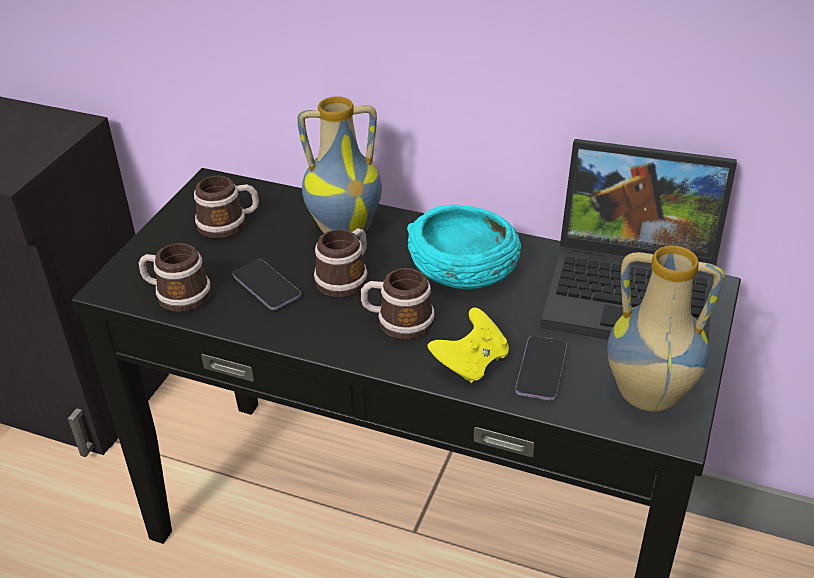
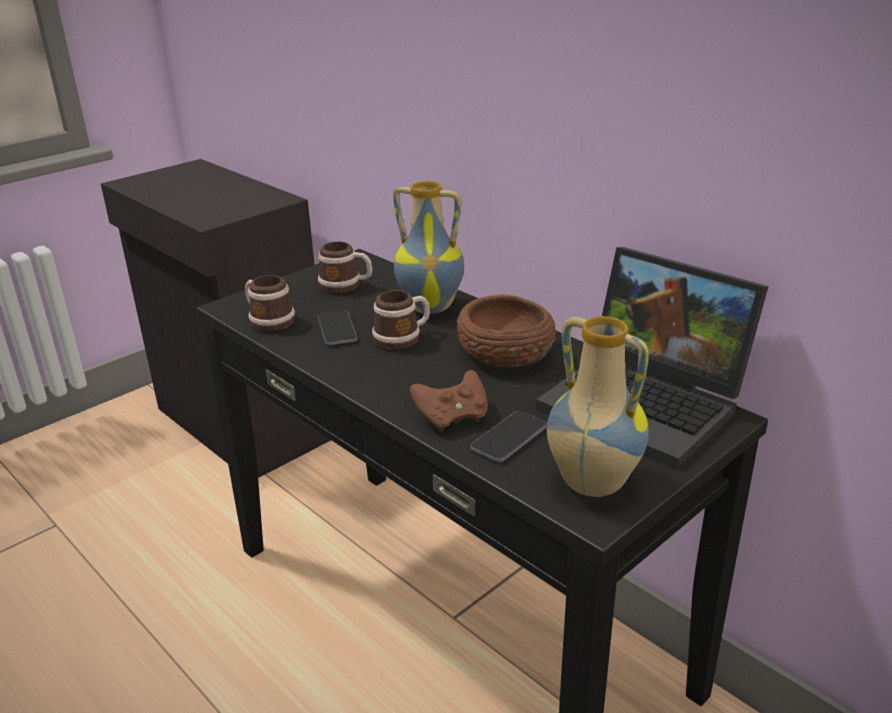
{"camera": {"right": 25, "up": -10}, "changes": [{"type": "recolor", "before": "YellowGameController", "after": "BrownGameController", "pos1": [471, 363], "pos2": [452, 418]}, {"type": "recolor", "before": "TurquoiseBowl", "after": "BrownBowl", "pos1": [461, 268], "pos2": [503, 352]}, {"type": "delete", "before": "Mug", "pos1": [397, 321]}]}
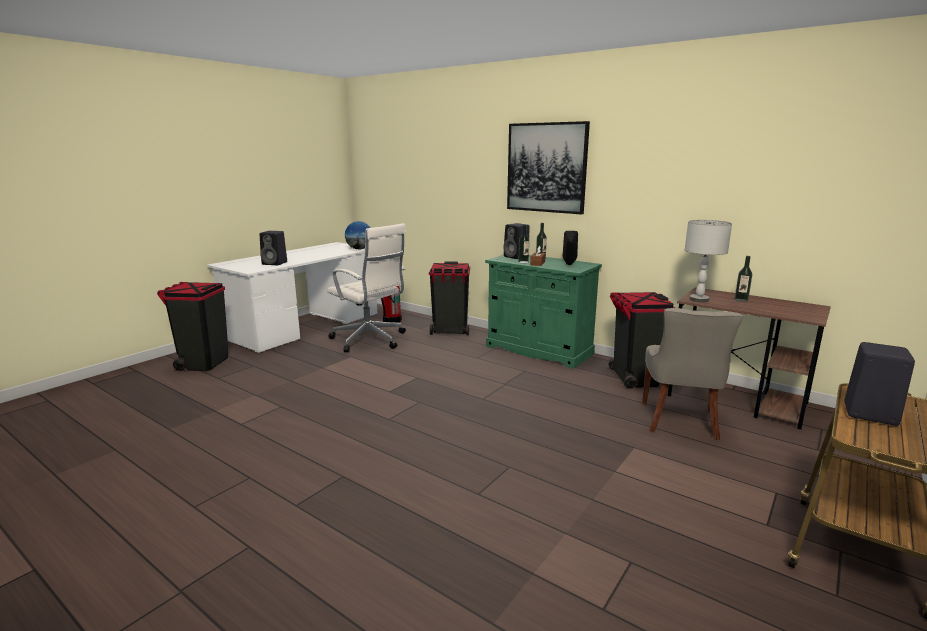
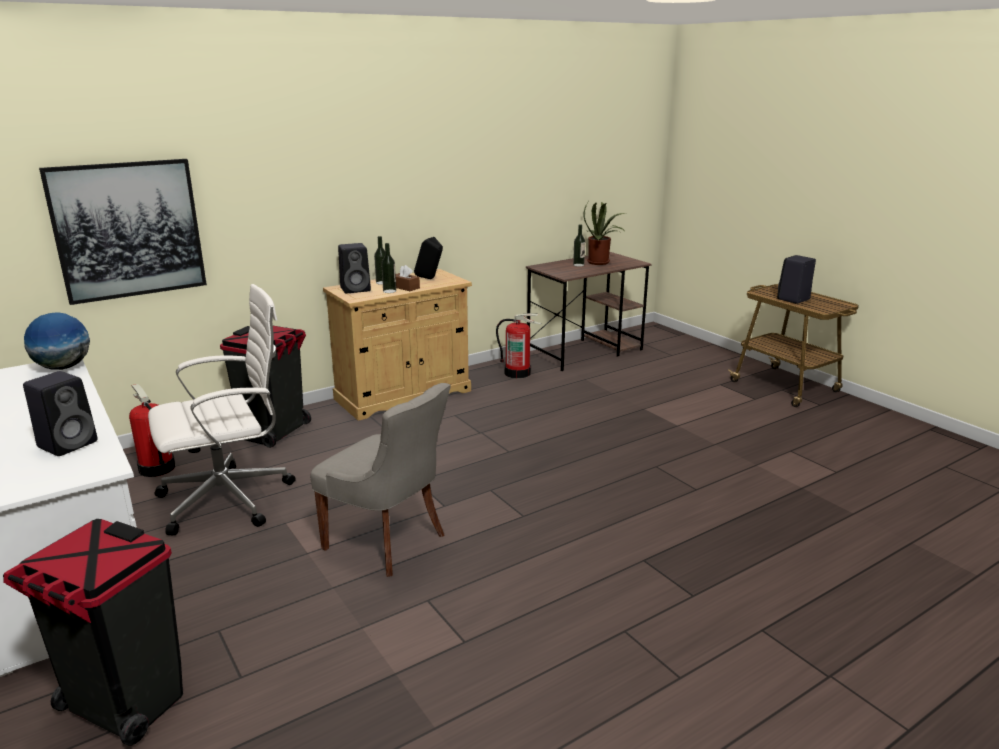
{"camera": {"right": -70, "up": 5}, "changes": [{"type": "move", "before": "Picture", "pos1": [546, 168], "pos2": [128, 230]}, {"type": "move", "before": "GreyChair", "pos1": [680, 421], "pos2": [388, 541]}, {"type": "recolor", "before": "GreenCabinet", "after": "BeigeCabinet", "pos1": [538, 350], "pos2": [403, 395]}, {"type": "replace", "before": "BlackTrashCan", "after": "FireExtinguisher", "pos1": [634, 378], "pos2": [517, 373]}, {"type": "insert", "after": "PottedPlant", "pos2": [601, 262]}, {"type": "delete", "before": "GreyTableLamp", "pos1": [699, 300]}]}
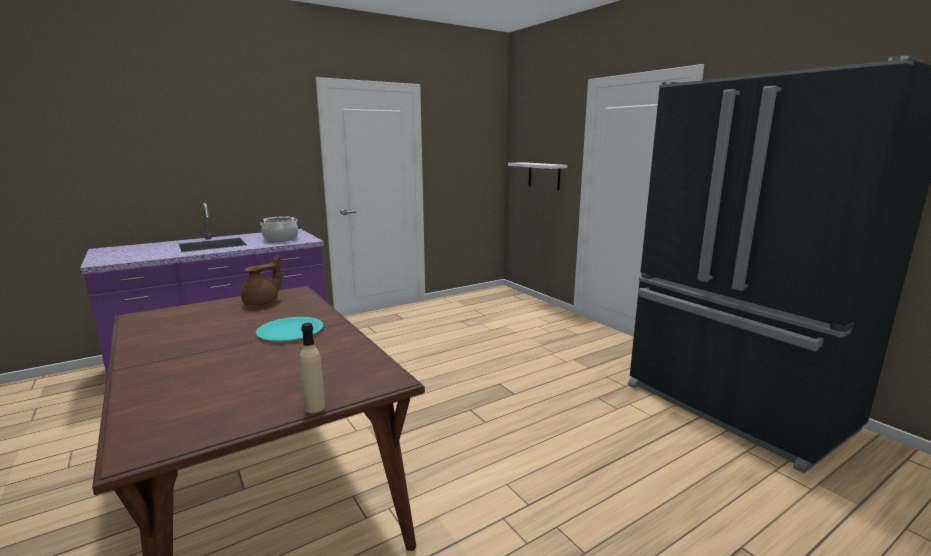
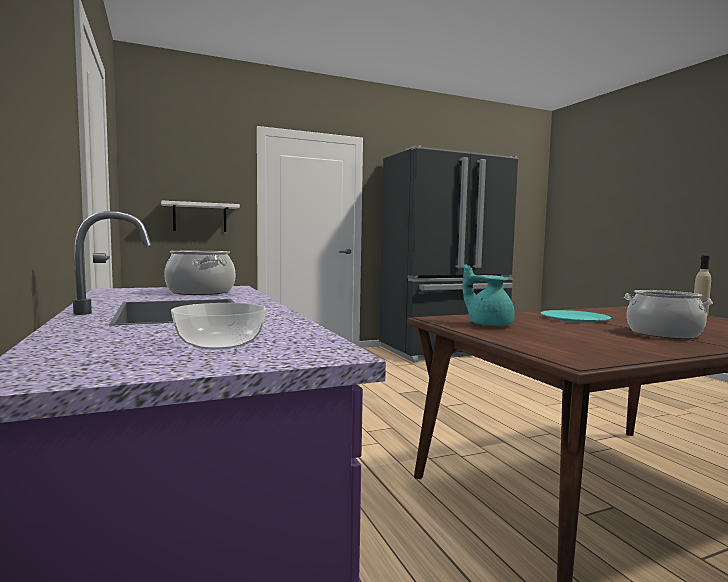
{"camera": {"right": -80, "up": -10}, "changes": [{"type": "insert", "after": "Bowl", "pos2": [220, 344]}, {"type": "recolor", "before": "BrownTeapot", "after": "TurquoiseTeapot", "pos1": [263, 302], "pos2": [488, 324]}, {"type": "insert", "after": "CookingPot", "pos2": [663, 333]}]}
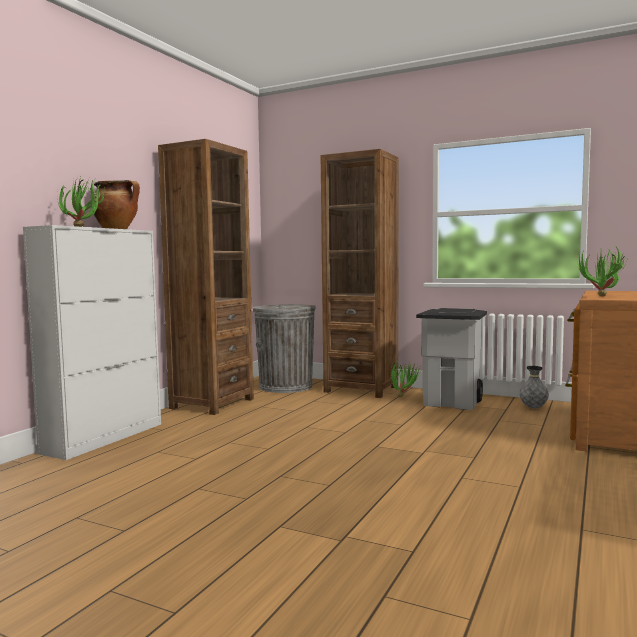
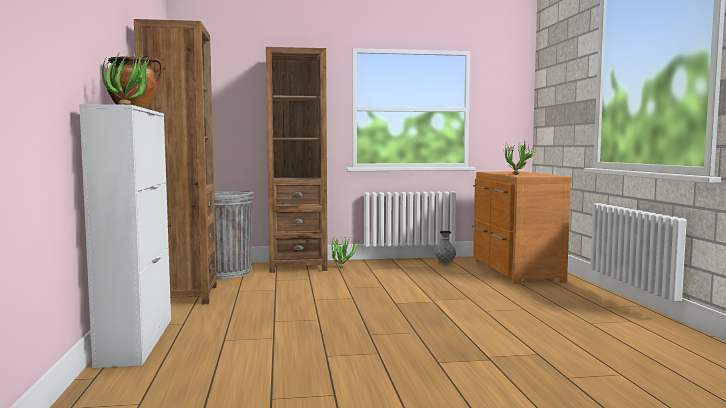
{"camera": {"right": -35, "up": 0}, "changes": [{"type": "delete", "before": "GreyTrashCan", "pos1": [453, 403]}]}
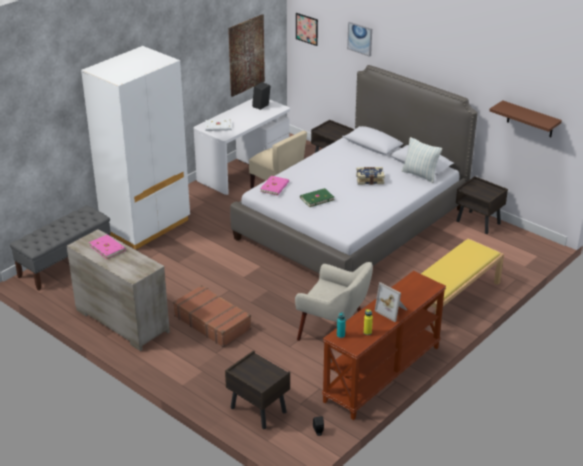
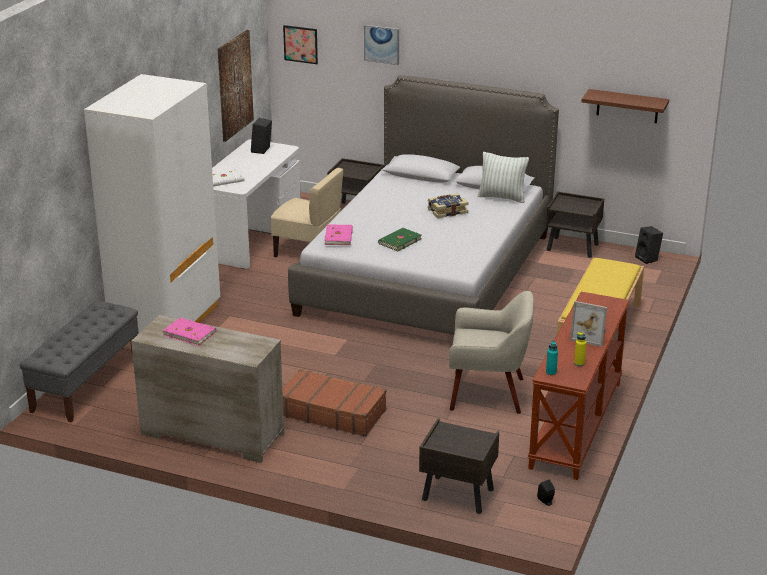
{"camera": {"right": -20, "up": -5}, "changes": [{"type": "insert", "after": "BlackSpeaker", "pos2": [648, 258]}]}
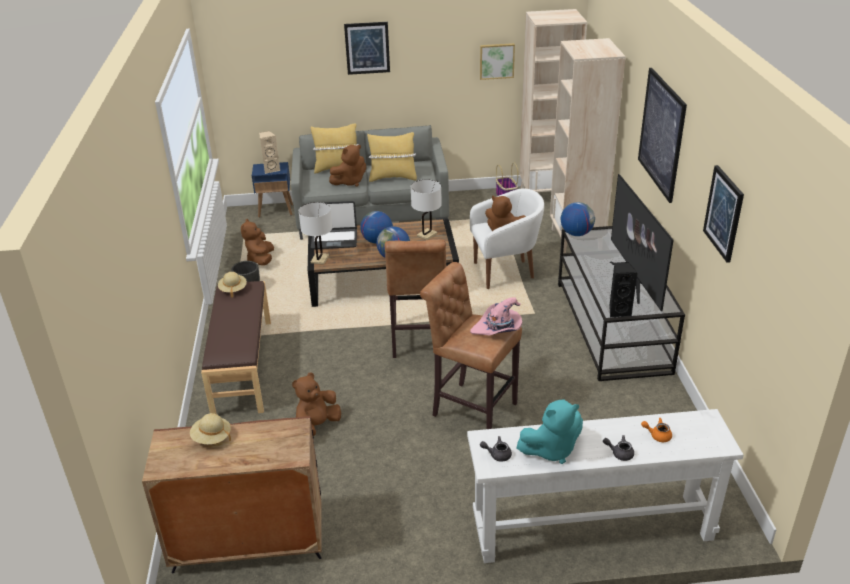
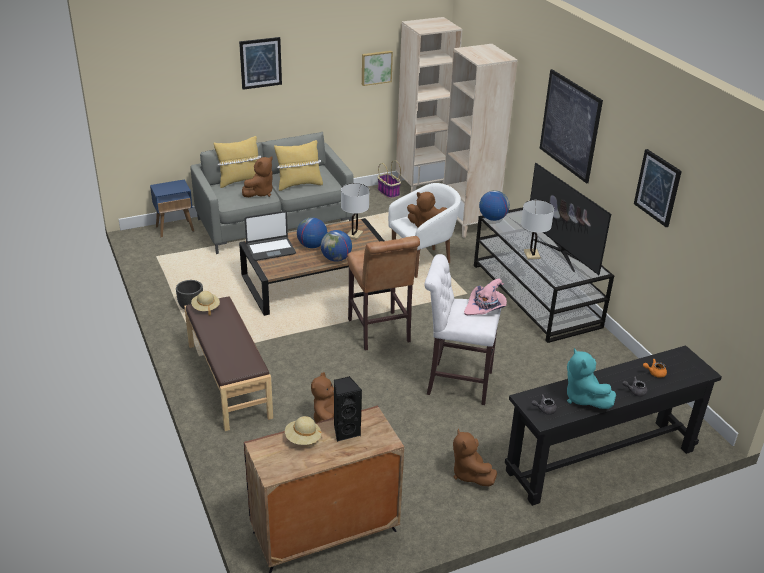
{"camera": {"right": -20, "up": 0}, "changes": [{"type": "move", "before": "BlackSpeaker", "pos1": [619, 311], "pos2": [345, 431]}, {"type": "recolor", "before": "BrownStool", "after": "WhiteStool", "pos1": [470, 408], "pos2": [455, 382]}, {"type": "move", "before": "BrownPlushToy", "pos1": [261, 259], "pos2": [469, 474]}, {"type": "recolor", "before": "WhiteConsoleTable", "after": "BlackConsoleTable", "pos1": [592, 528], "pos2": [600, 460]}, {"type": "move", "before": "WhiteTableLamp", "pos1": [320, 259], "pos2": [531, 254]}, {"type": "rotate", "before": "TurquoisePlushToy", "pos1": [551, 449], "pos2": [583, 398], "turn": 105}, {"type": "delete", "before": "BeigeSpeaker", "pos1": [271, 169]}]}
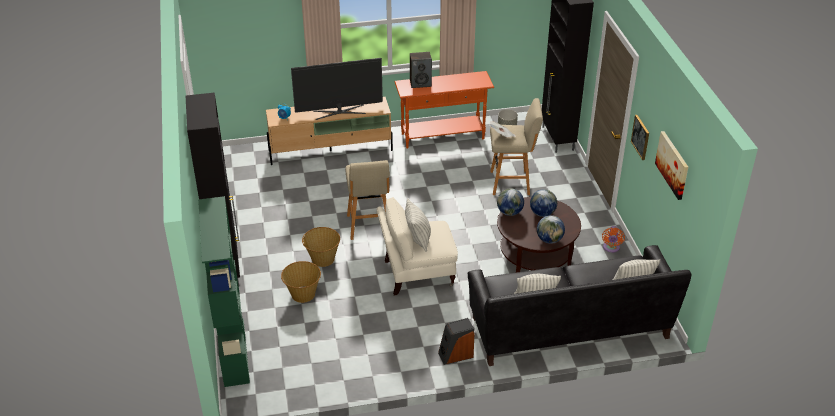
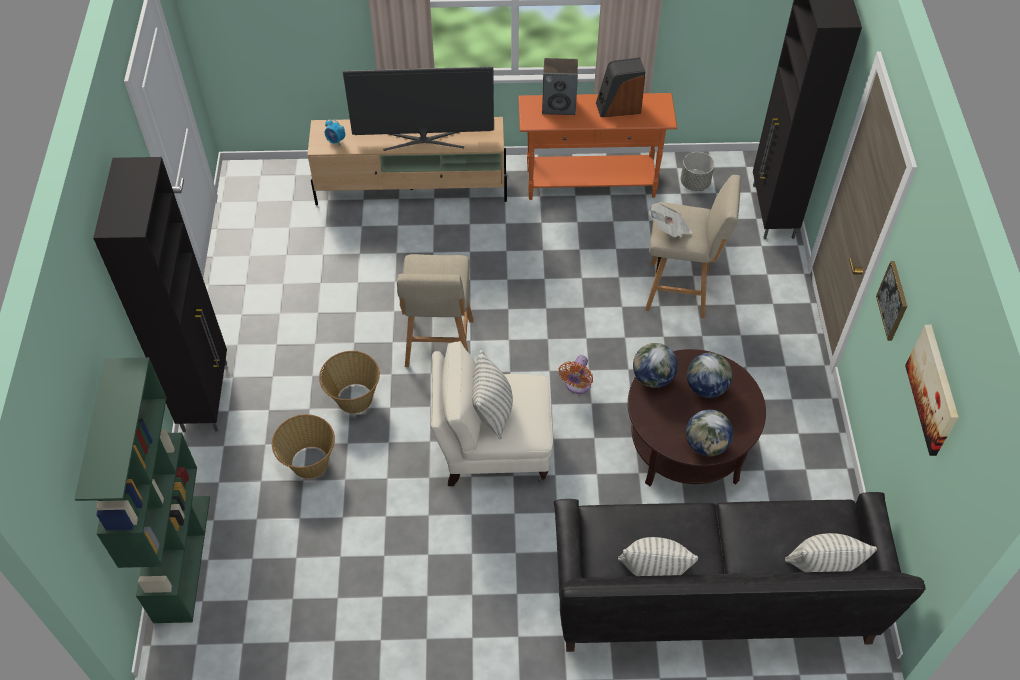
{"camera": {"right": 10, "up": 15}, "changes": [{"type": "move", "before": "OrangeFan", "pos1": [611, 248], "pos2": [577, 385]}, {"type": "move", "before": "Speaker", "pos1": [455, 354], "pos2": [618, 107]}]}
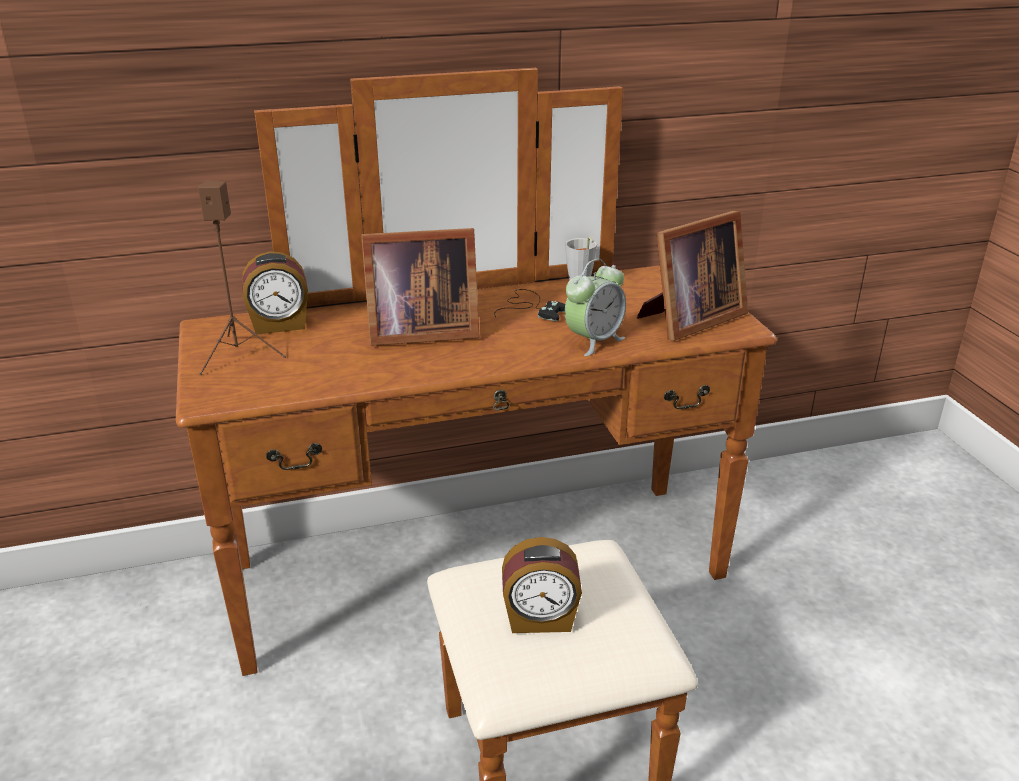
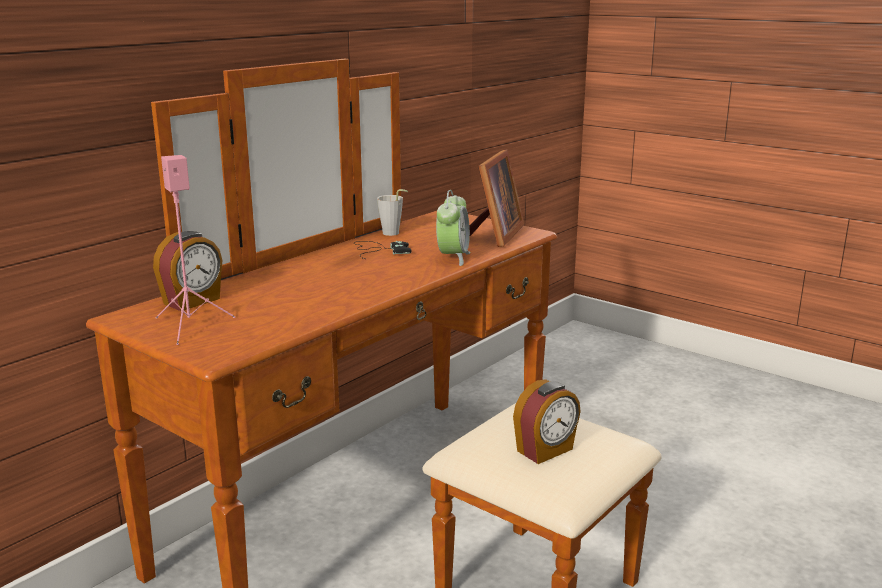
{"camera": {"right": -35, "up": -10}, "changes": [{"type": "recolor", "before": "BrownSpeaker", "after": "PinkSpeaker", "pos1": [237, 356], "pos2": [190, 326]}, {"type": "delete", "before": "PictureFrame", "pos1": [418, 332]}]}
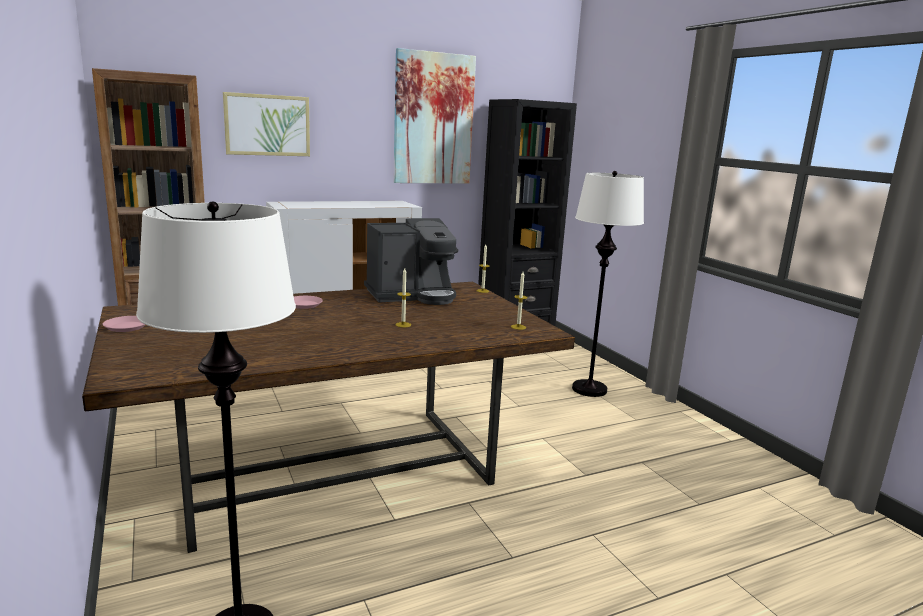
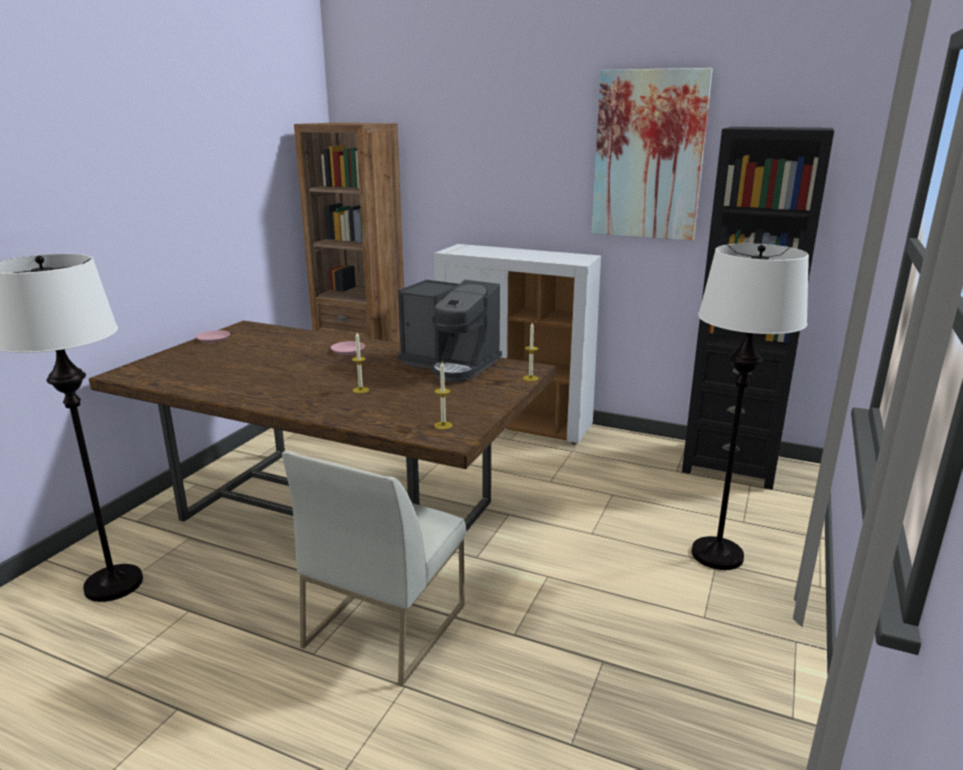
{"camera": {"right": 50, "up": 5}, "changes": [{"type": "insert", "after": "WhiteChair", "pos2": [385, 624]}, {"type": "delete", "before": "Picture", "pos1": [267, 125]}]}
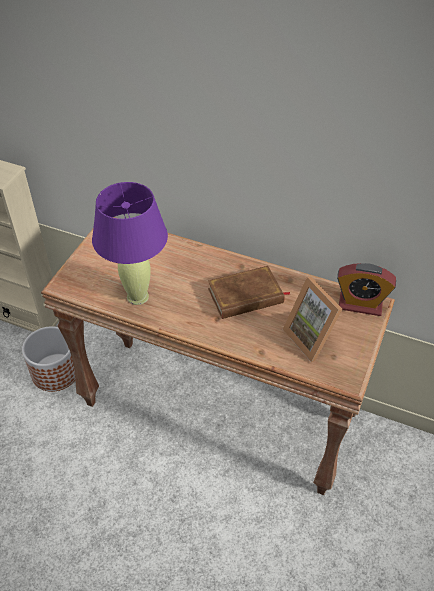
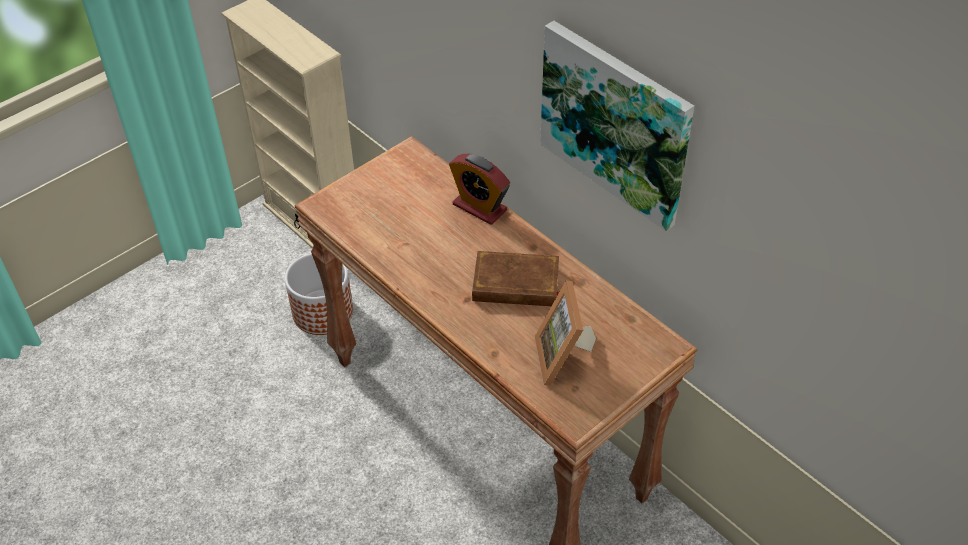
{"camera": {"right": 25, "up": 0}, "changes": [{"type": "move", "before": "AlarmClock", "pos1": [360, 304], "pos2": [479, 207]}, {"type": "insert", "after": "Picture", "pos2": [616, 123]}, {"type": "delete", "before": "PurpleTableLamp", "pos1": [138, 296]}]}
